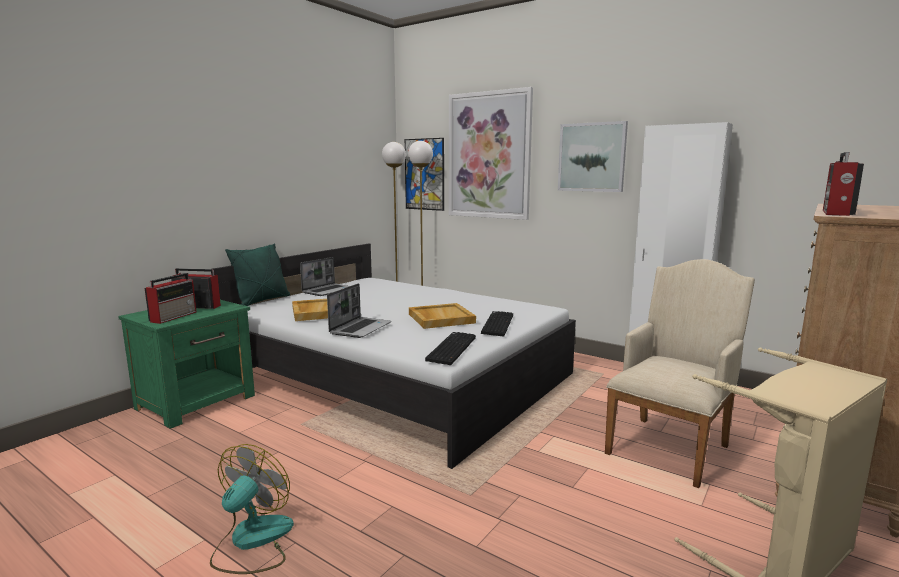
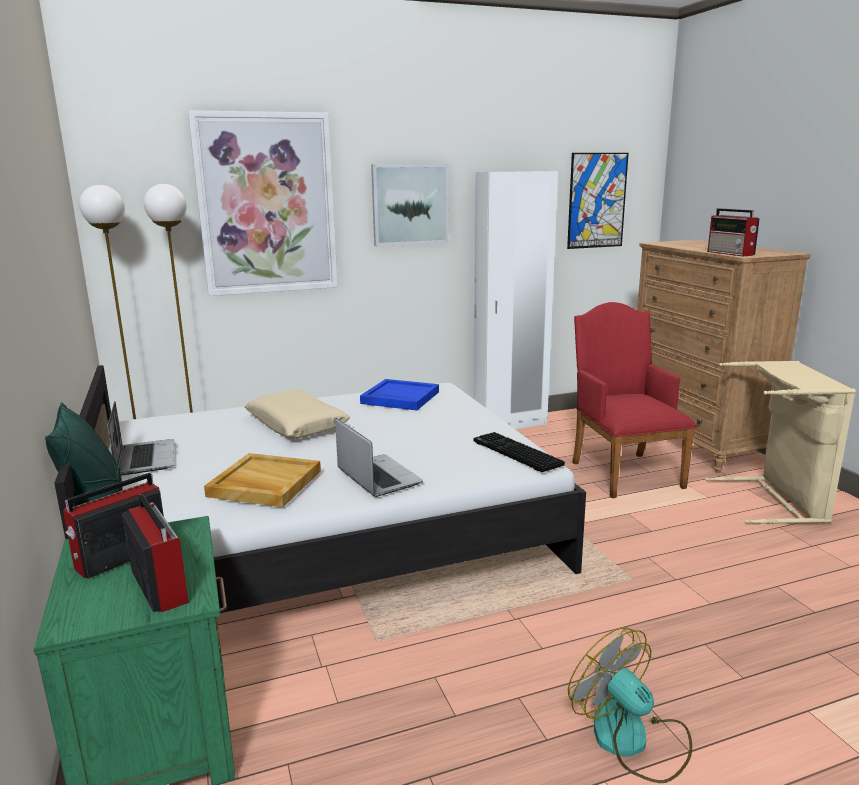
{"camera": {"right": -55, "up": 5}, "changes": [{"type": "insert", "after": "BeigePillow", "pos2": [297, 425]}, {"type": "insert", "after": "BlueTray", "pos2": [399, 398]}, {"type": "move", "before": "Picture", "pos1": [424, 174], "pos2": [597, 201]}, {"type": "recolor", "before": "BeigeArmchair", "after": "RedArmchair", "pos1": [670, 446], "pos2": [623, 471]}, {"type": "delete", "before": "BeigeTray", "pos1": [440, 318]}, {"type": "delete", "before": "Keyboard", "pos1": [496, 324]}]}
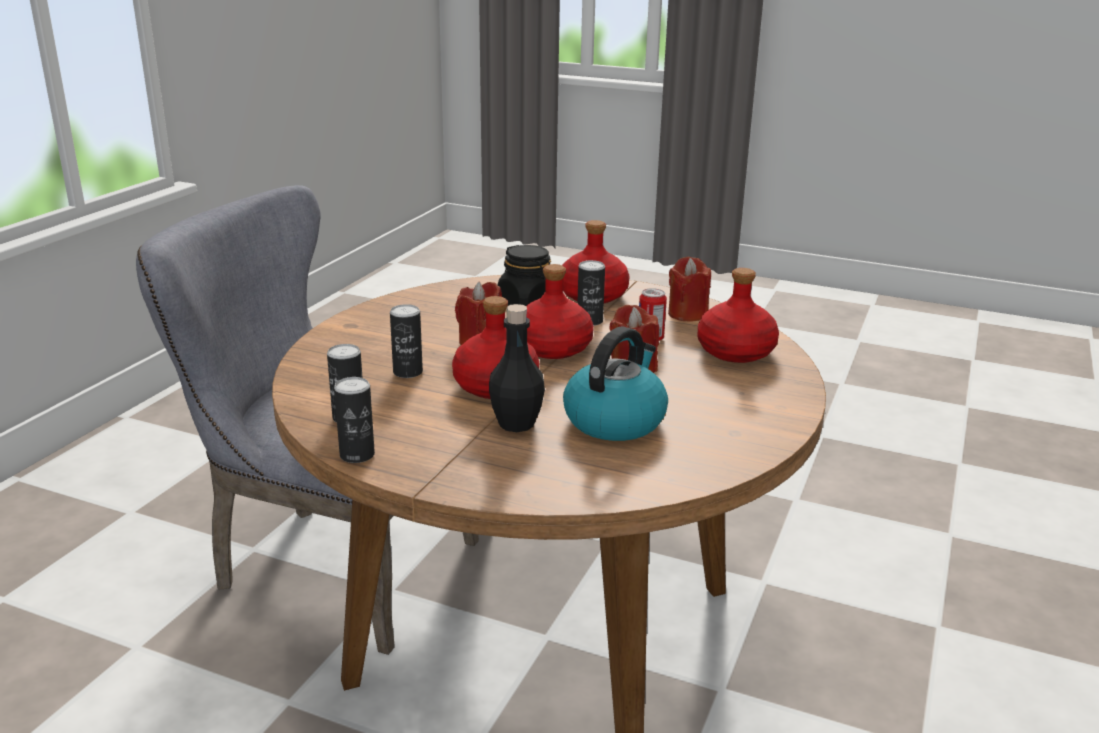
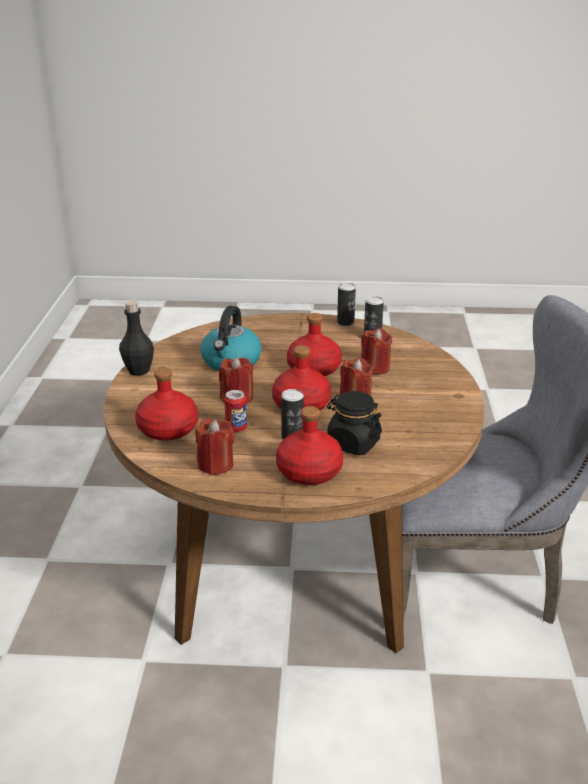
{"camera": {"right": 160, "up": 5}, "changes": [{"type": "move", "before": "BlackBottle", "pos1": [516, 424], "pos2": [138, 370]}, {"type": "replace", "before": "Can", "after": "RedCandle", "pos1": [407, 372], "pos2": [374, 368]}]}
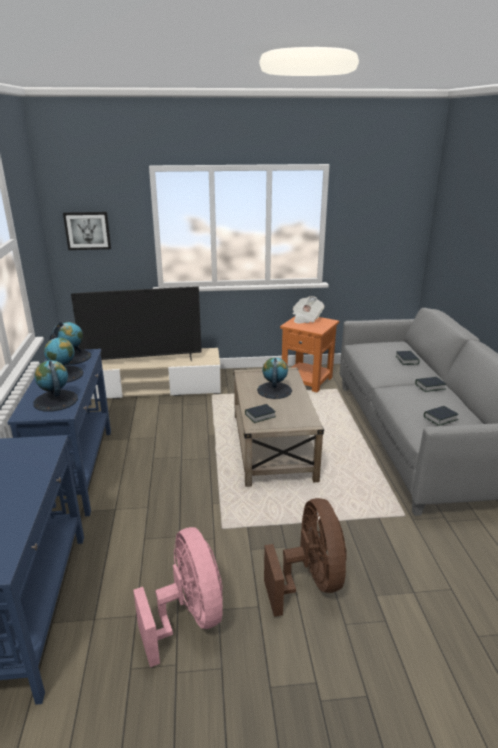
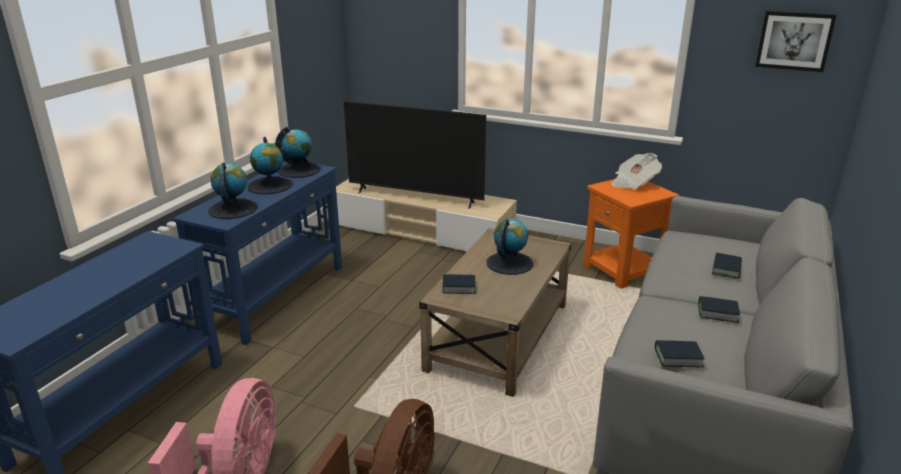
{"camera": {"right": 30, "up": 0}, "changes": [{"type": "move", "before": "Picture", "pos1": [87, 230], "pos2": [794, 41]}]}
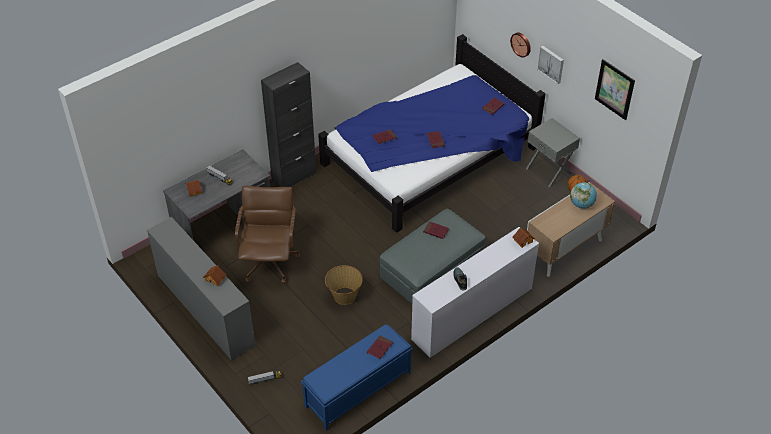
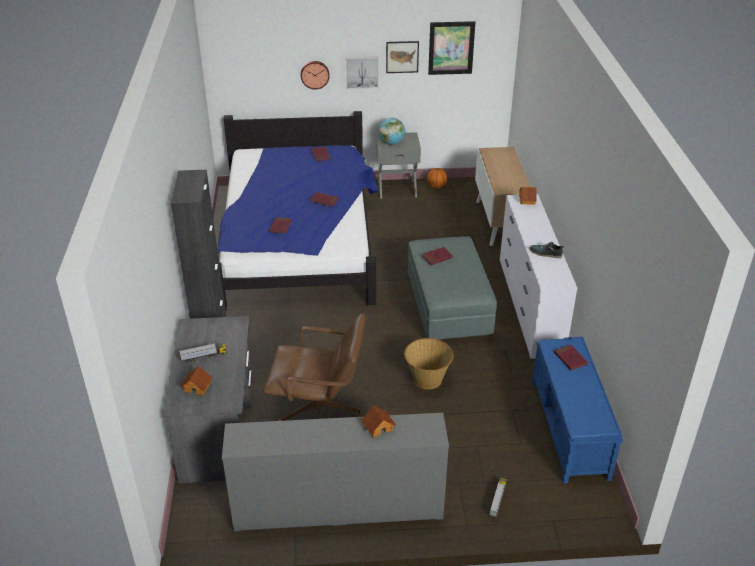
{"camera": {"right": -55, "up": -10}, "changes": [{"type": "rotate", "before": "BrownOfficeChair", "pos1": [269, 262], "pos2": [319, 415], "turn": 150}, {"type": "move", "before": "Globe", "pos1": [581, 204], "pos2": [391, 143]}, {"type": "insert", "after": "Picture", "pos2": [402, 57]}]}
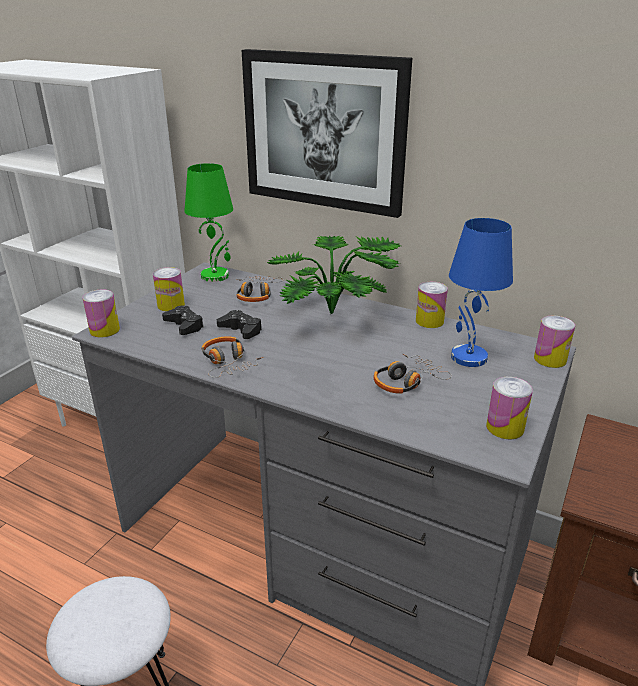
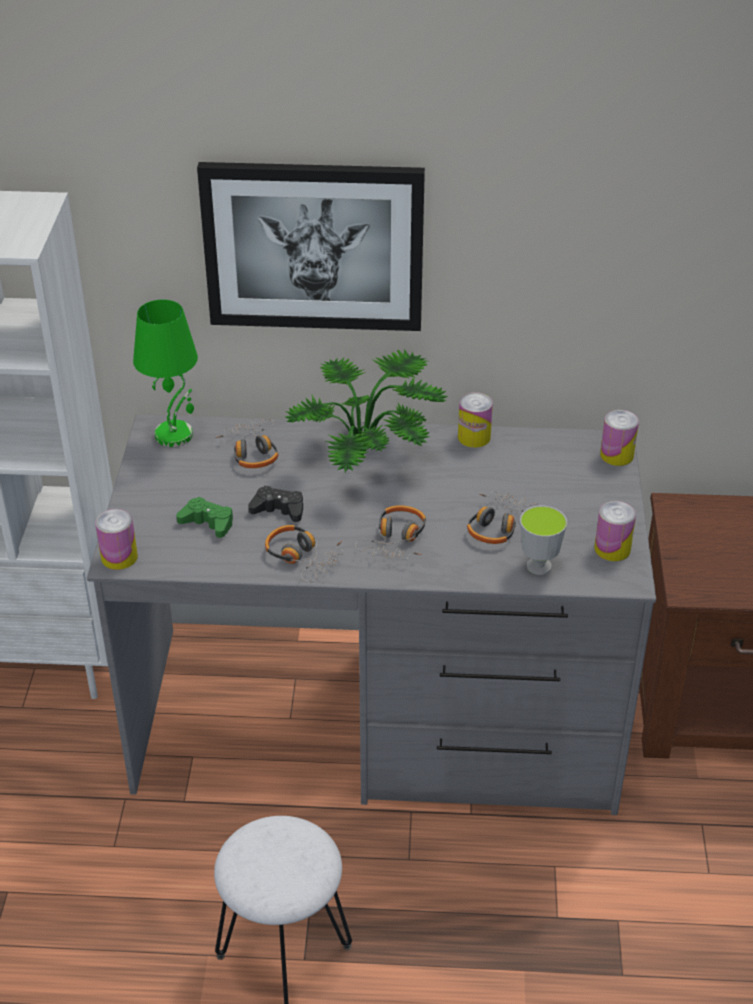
{"camera": {"right": -25, "up": 10}, "changes": [{"type": "recolor", "before": "BlackGameController", "after": "GreenGameController", "pos1": [184, 325], "pos2": [208, 523]}, {"type": "insert", "after": "Headphones", "pos2": [396, 540]}, {"type": "insert", "after": "Cup", "pos2": [539, 566]}, {"type": "delete", "before": "Can", "pos1": [171, 305]}, {"type": "delete", "before": "BlueTableLamp", "pos1": [467, 357]}]}
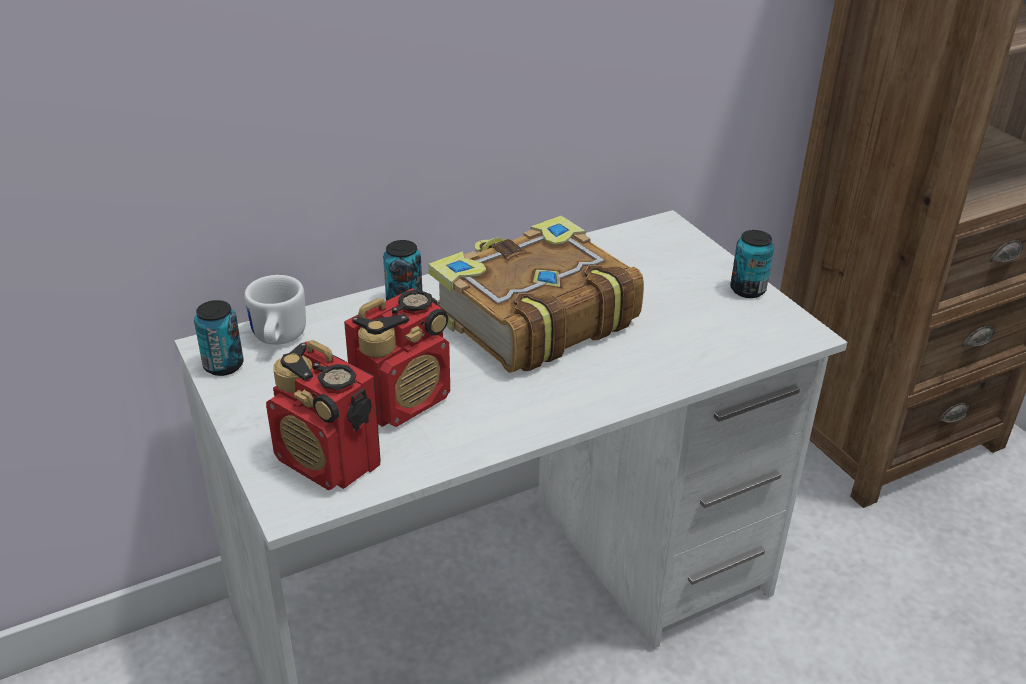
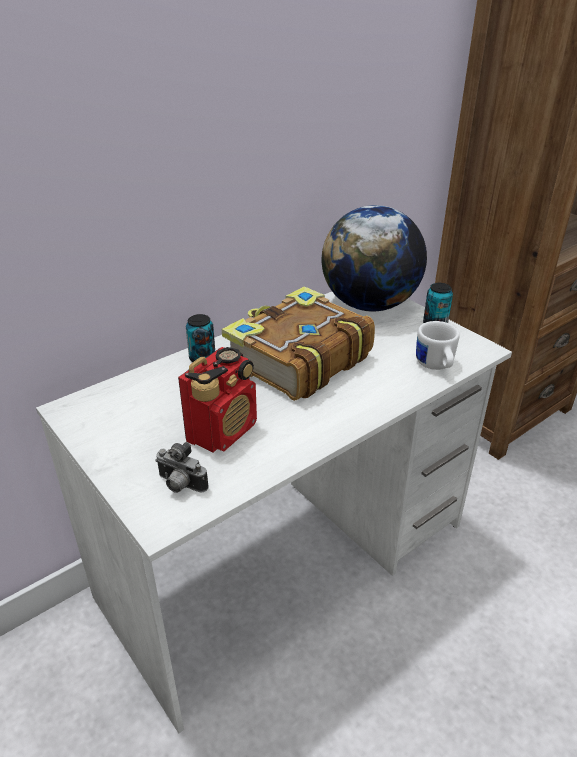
{"camera": {"right": -10, "up": 0}, "changes": [{"type": "replace", "before": "Radio", "after": "PhotoCamera", "pos1": [329, 462], "pos2": [180, 485]}, {"type": "insert", "after": "Globe", "pos2": [370, 305]}, {"type": "move", "before": "WhiteMug", "pos1": [277, 339], "pos2": [435, 366]}, {"type": "delete", "before": "Can", "pos1": [223, 365]}]}
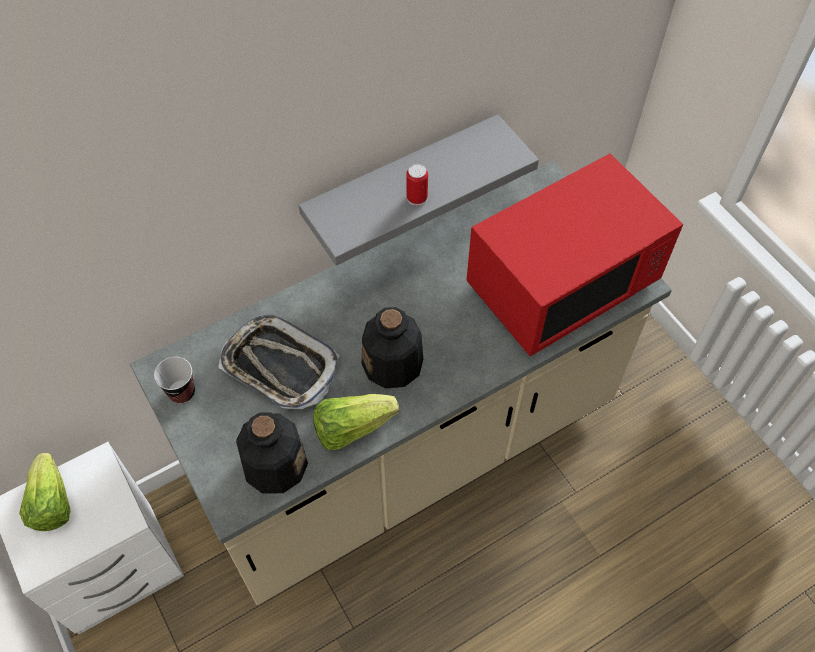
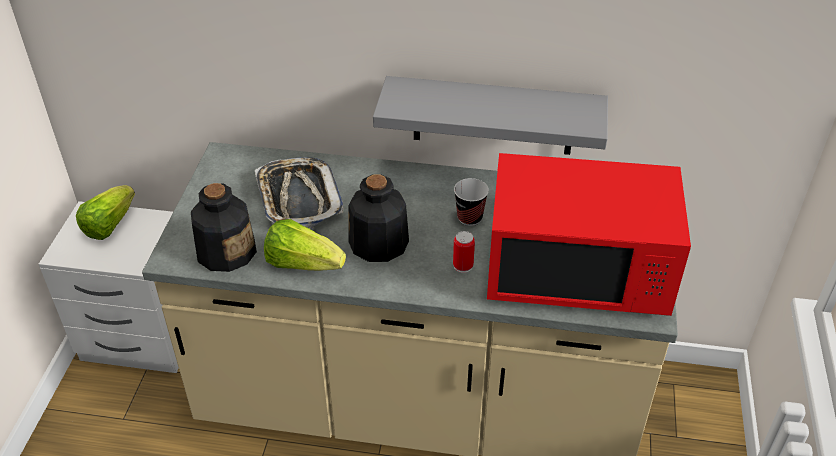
{"camera": {"right": 40, "up": -15}, "changes": [{"type": "move", "before": "Can", "pos1": [417, 198], "pos2": [463, 266]}, {"type": "move", "before": "Cup", "pos1": [182, 392], "pos2": [469, 218]}]}
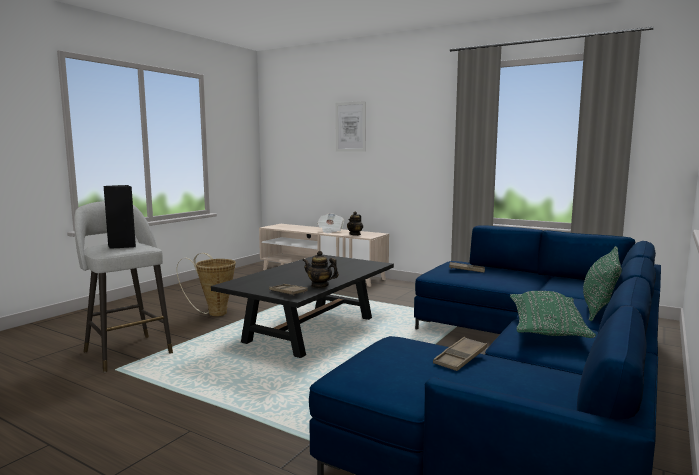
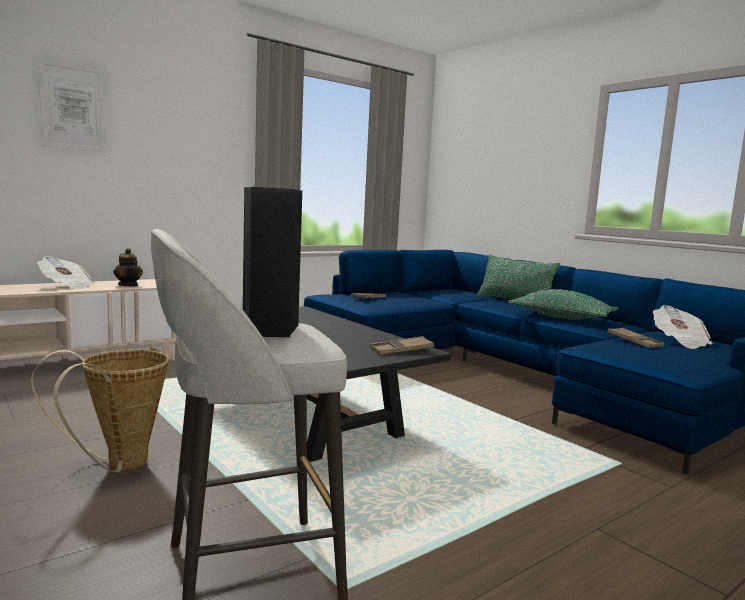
{"camera": {"right": -70, "up": 0}, "changes": [{"type": "insert", "after": "Newspaper", "pos2": [679, 342]}, {"type": "delete", "before": "Teapot", "pos1": [320, 285]}]}
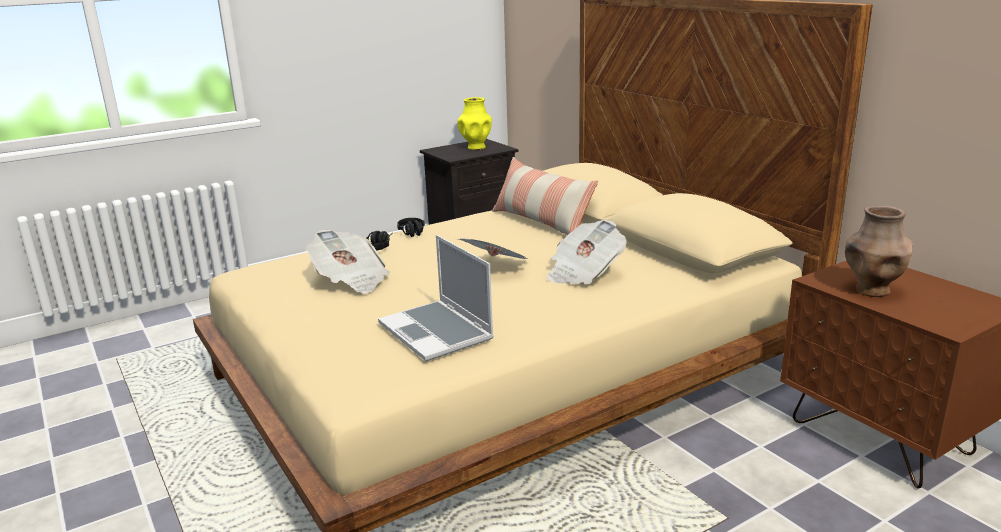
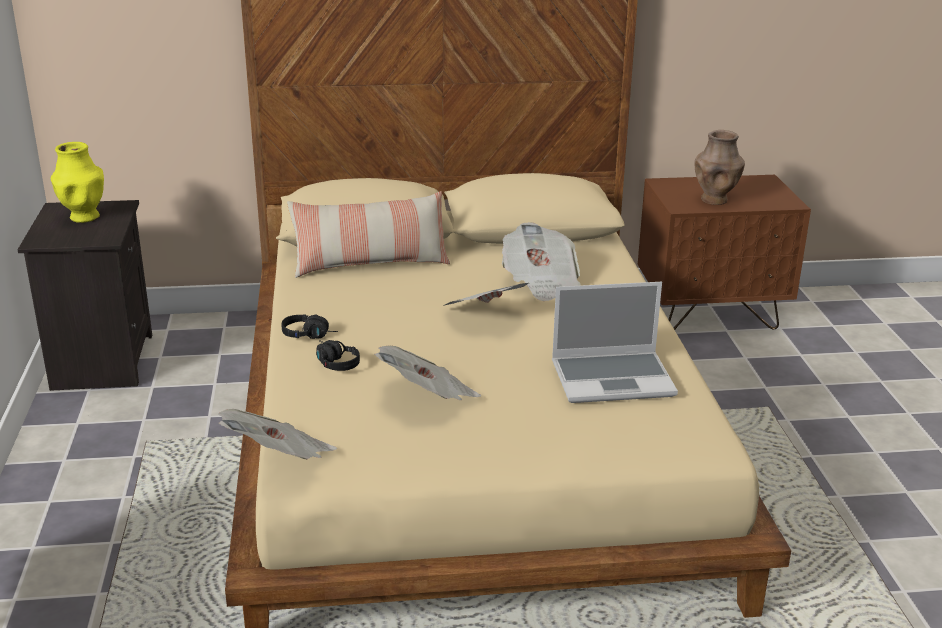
{"camera": {"right": -65, "up": 5}, "changes": [{"type": "insert", "after": "Newspaper", "pos2": [280, 459]}]}
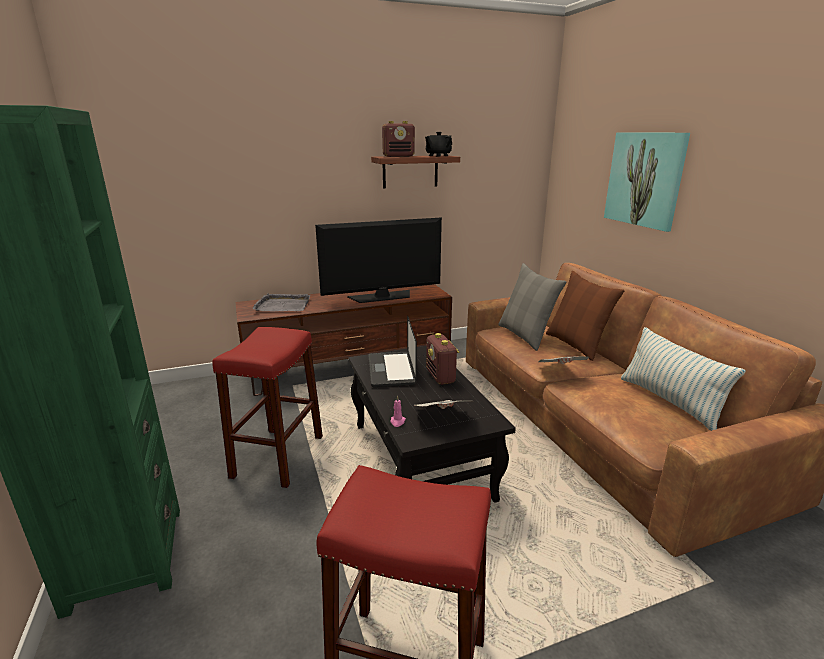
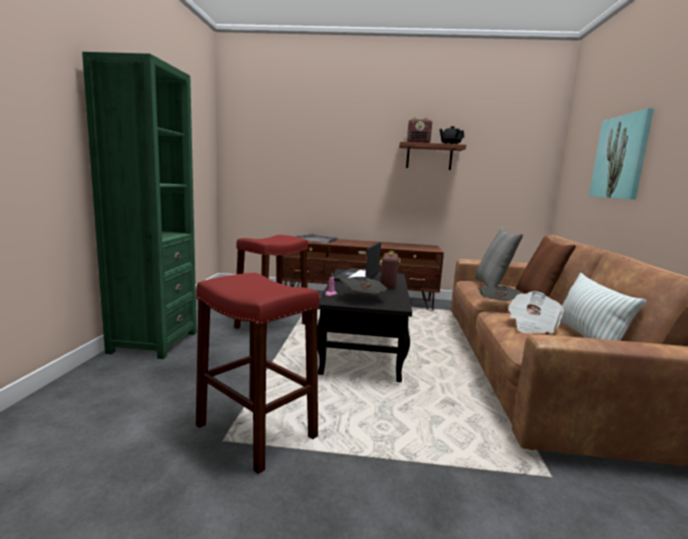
{"camera": {"right": 25, "up": -10}, "changes": [{"type": "insert", "after": "Newspaper", "pos2": [532, 326]}, {"type": "delete", "before": "Television", "pos1": [382, 297]}]}
